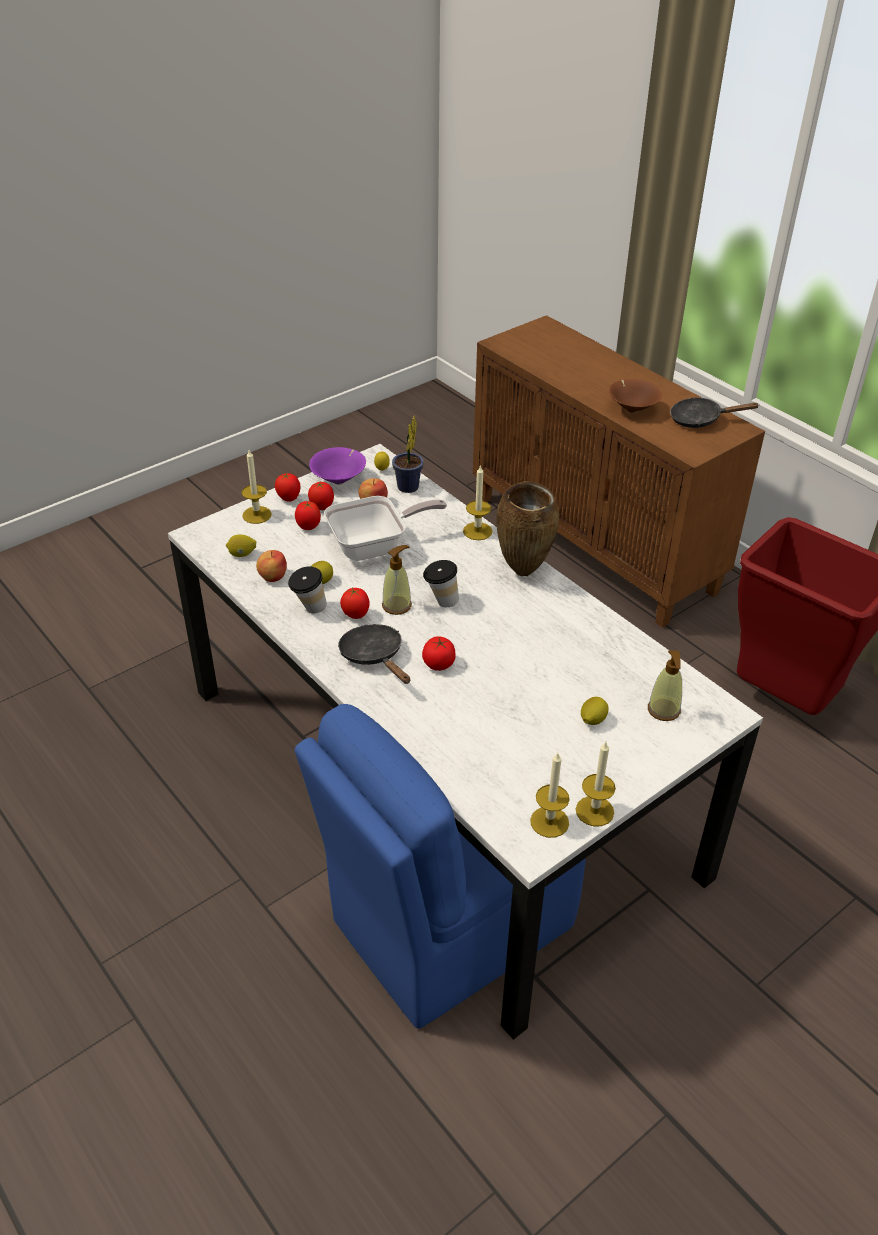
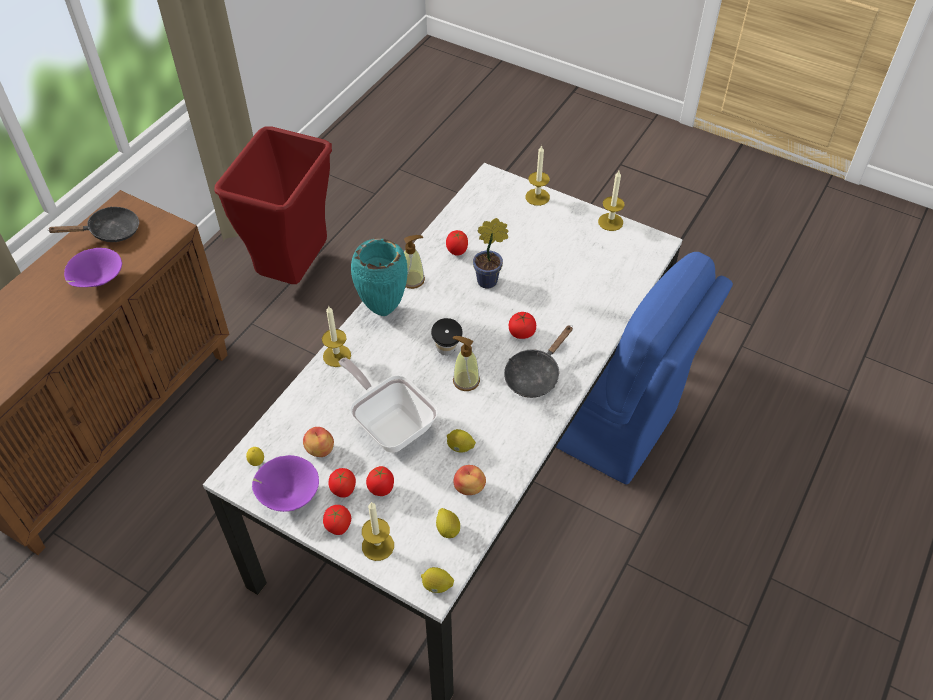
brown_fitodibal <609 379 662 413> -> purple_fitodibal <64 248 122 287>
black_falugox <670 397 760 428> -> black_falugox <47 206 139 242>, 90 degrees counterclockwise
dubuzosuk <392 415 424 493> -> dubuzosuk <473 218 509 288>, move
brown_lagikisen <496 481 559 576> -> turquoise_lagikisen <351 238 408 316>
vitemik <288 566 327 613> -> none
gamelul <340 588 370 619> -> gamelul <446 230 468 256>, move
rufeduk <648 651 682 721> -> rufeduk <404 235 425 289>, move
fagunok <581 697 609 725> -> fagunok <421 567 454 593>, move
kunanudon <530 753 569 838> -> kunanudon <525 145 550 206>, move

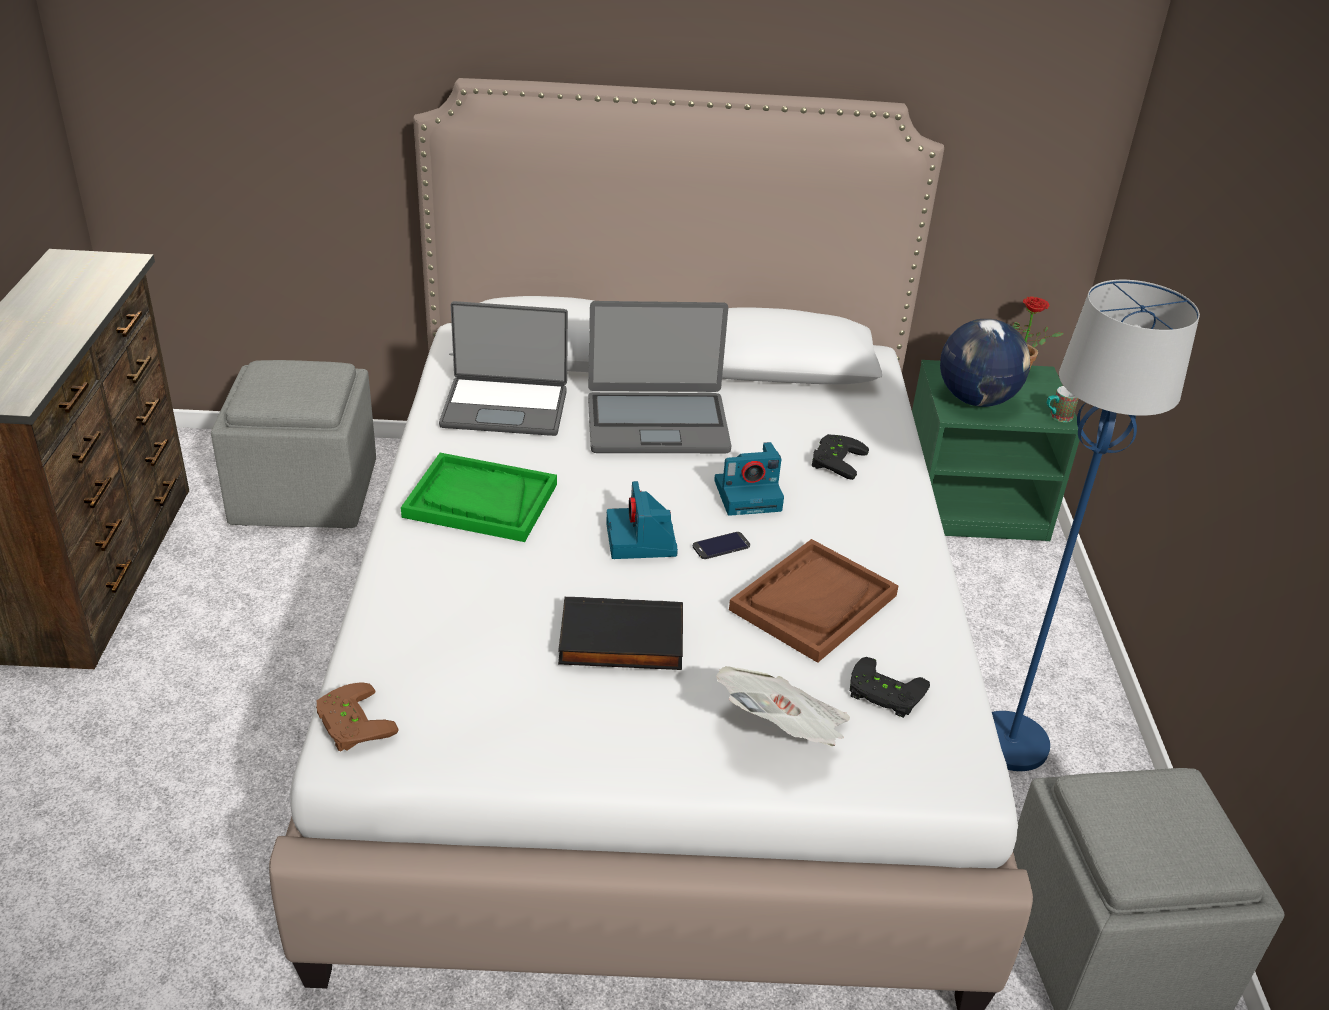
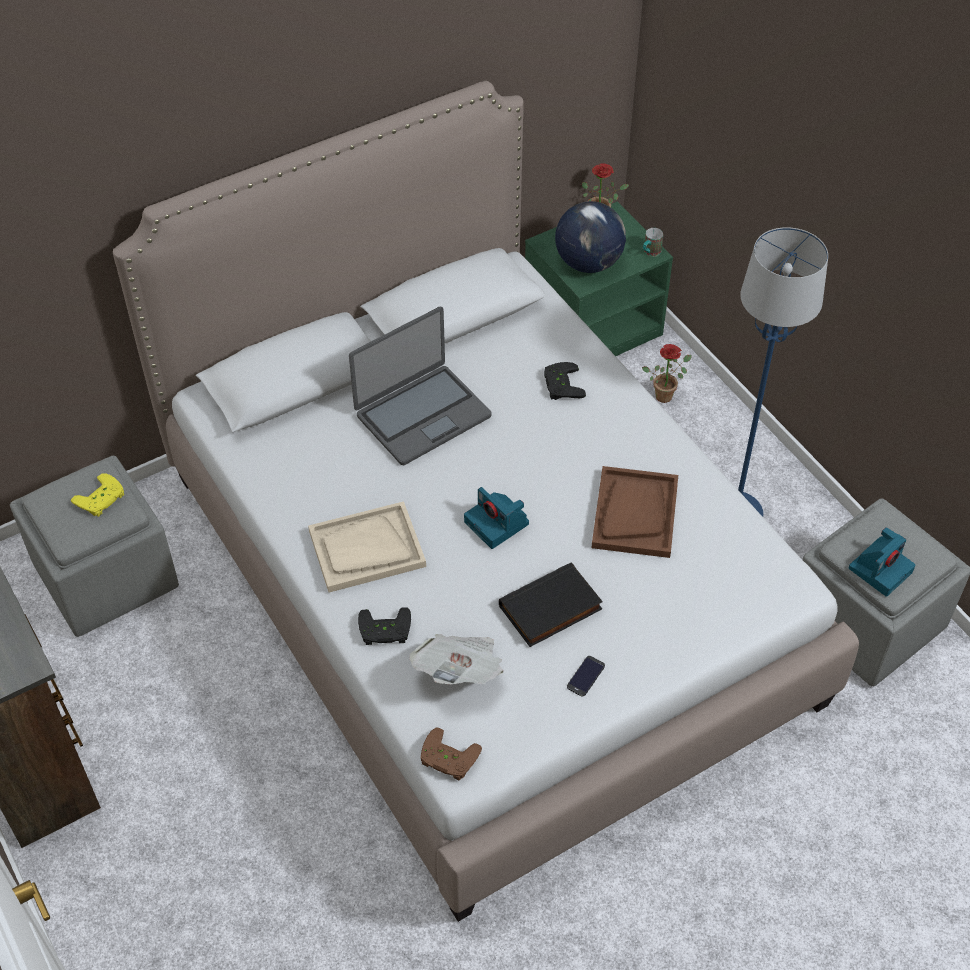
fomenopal <439 301 568 436> -> none
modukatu <714 442 784 516> -> modukatu <848 527 916 597>, move
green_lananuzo <401 453 557 542> -> beige_lananuzo <308 501 426 593>
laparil <693 532 750 559> -> laparil <567 656 605 696>, move
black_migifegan <850 657 930 718> -> black_migifegan <358 607 411 645>, move
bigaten <716 666 850 746> -> bigaten <410 634 503 684>, move
none -> dubuzosuk <642 344 691 403>
none -> yellow_migifegan <71 473 124 517>

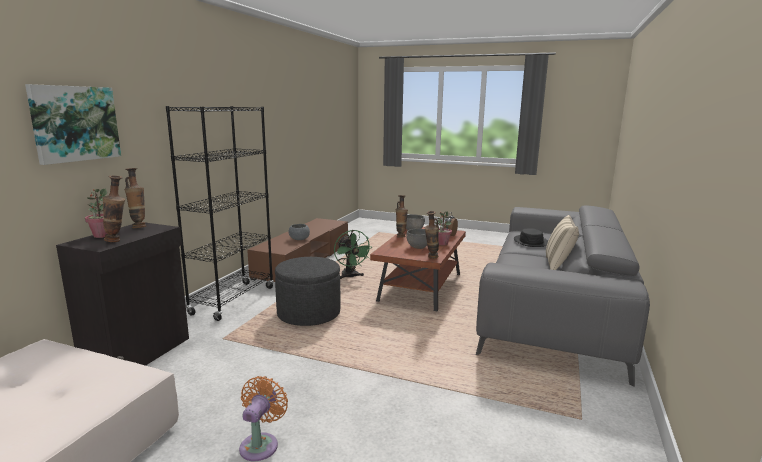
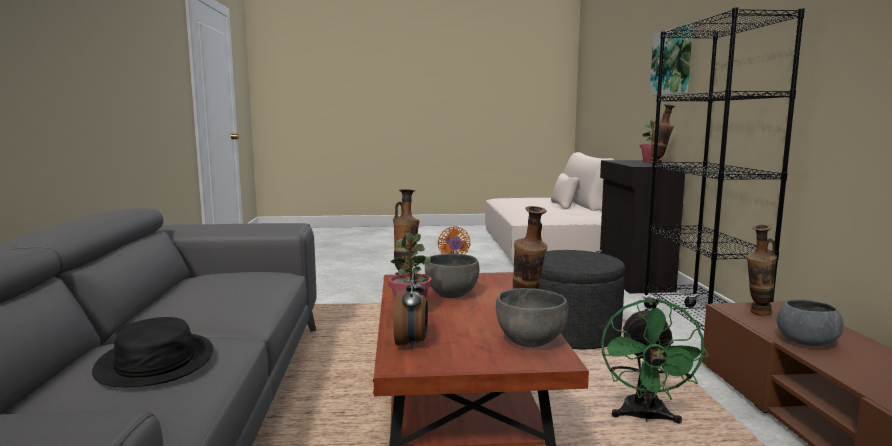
lagikisen <103 176 125 242> -> lagikisen <746 225 777 316>, move
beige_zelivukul <546 215 579 270> -> none
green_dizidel <334 230 371 279> -> green_dizidel <601 299 709 424>, 120 degrees counterclockwise

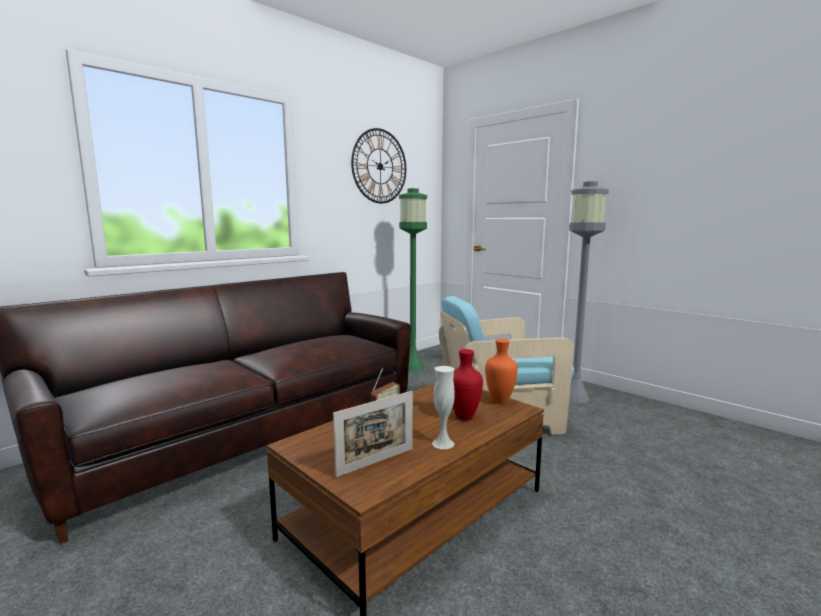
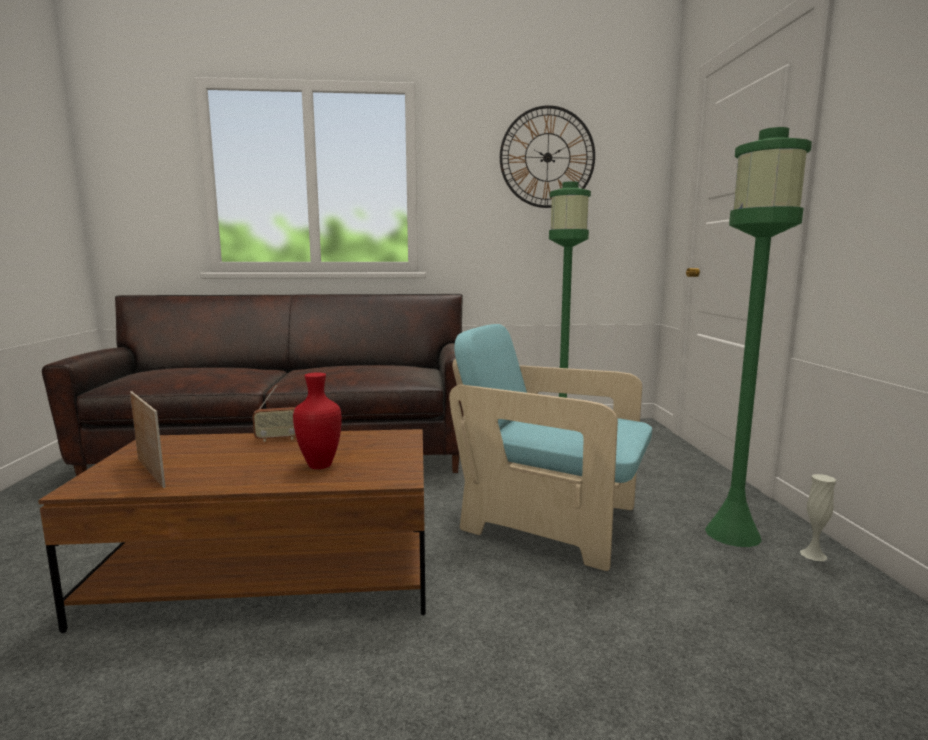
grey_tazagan <569 181 609 403> -> green_tazagan <705 127 812 547>
orange_lagikisen <485 339 518 404> -> none
white_lagikisen <432 366 455 449> -> white_lagikisen <800 474 836 561>, move
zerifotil <333 391 413 477> -> zerifotil <130 391 165 488>, 135 degrees counterclockwise

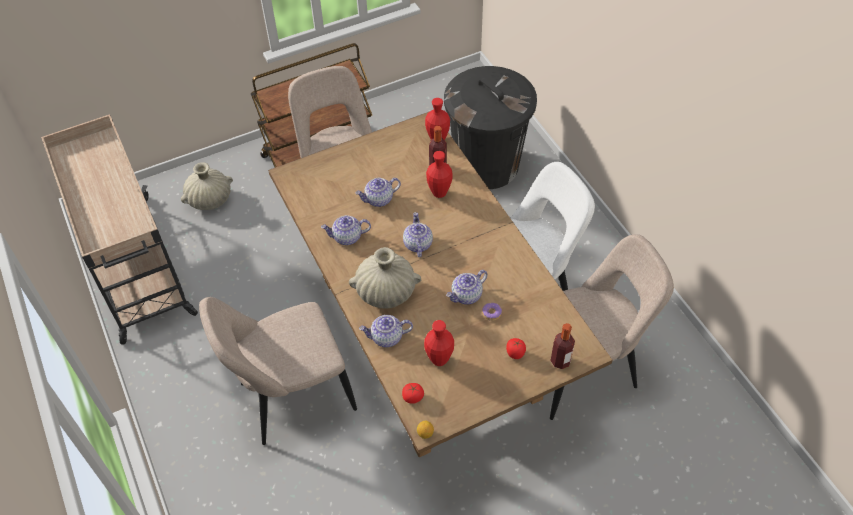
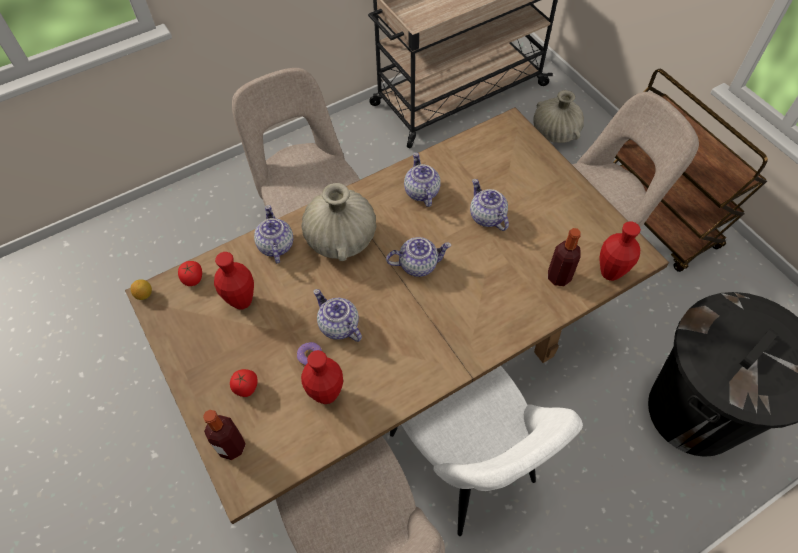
red_lagikisen <426 151 453 198> -> red_lagikisen <301 350 343 404>, move

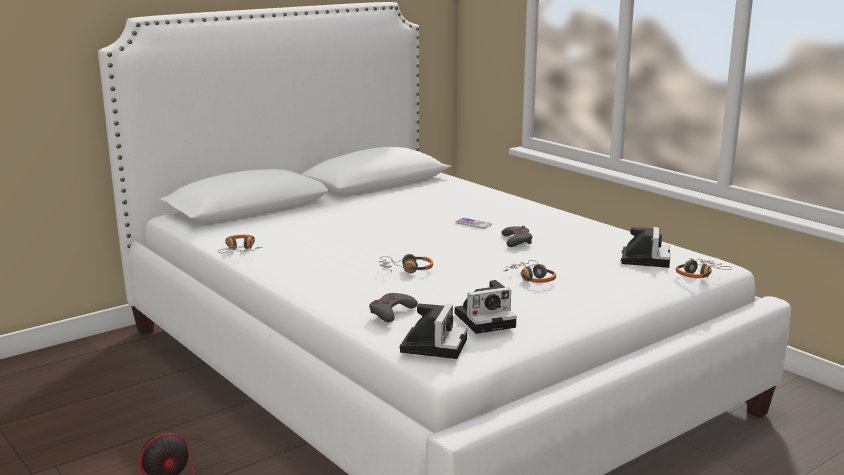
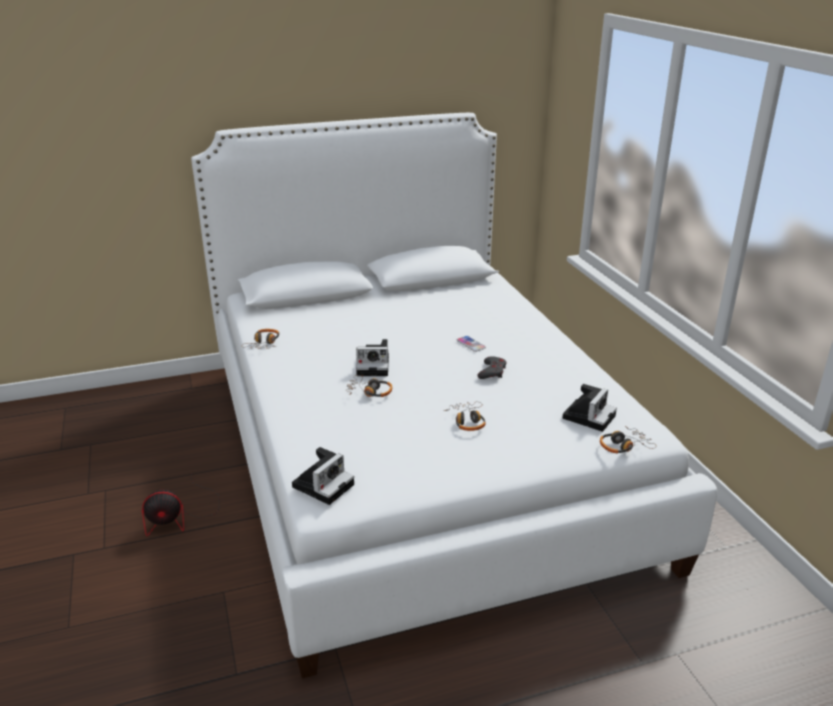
modukatu <455 280 517 334> -> modukatu <356 339 389 376>, move
grey_migifegan <369 293 418 322> -> none

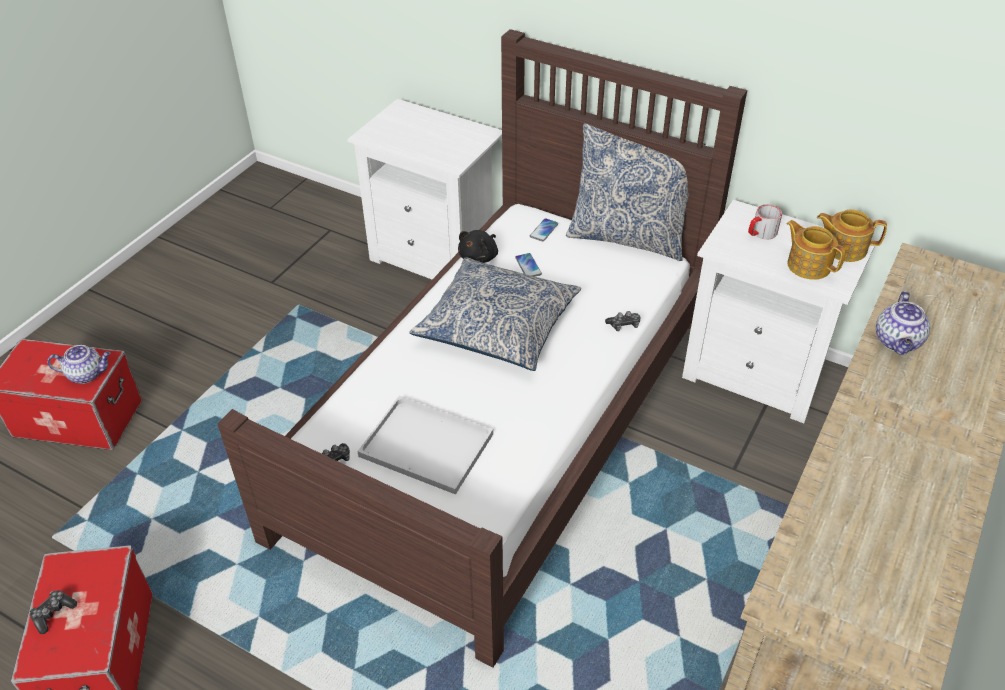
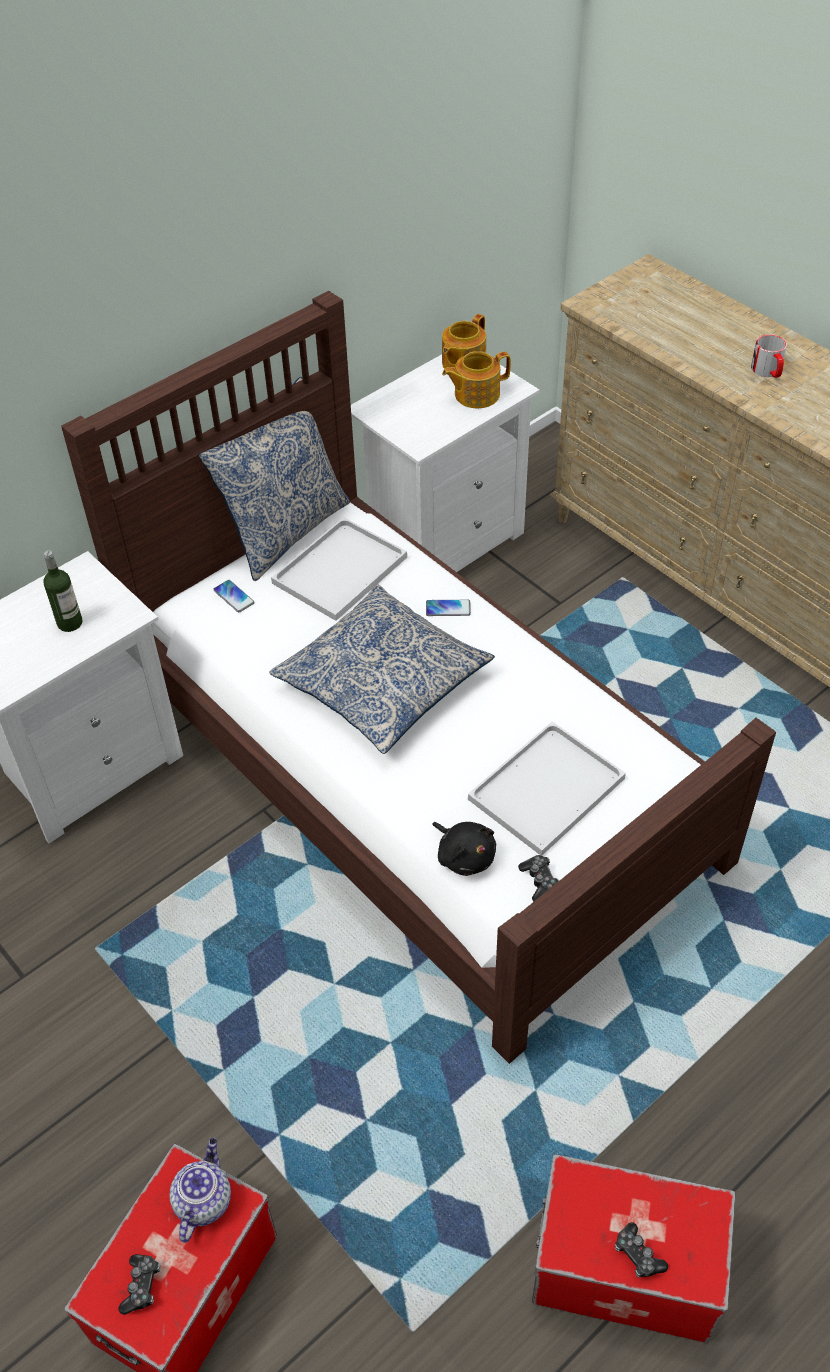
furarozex <748 205 782 240> -> furarozex <751 334 787 378>, move
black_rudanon <458 230 498 263> -> black_rudanon <432 822 496 876>, move
laparil <515 253 542 277> -> laparil <426 600 471 616>, move
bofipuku <876 291 930 355> -> none
migifegan <605 311 640 331> -> migifegan <119 1254 160 1315>, move
none -> white_lananuzo <271 517 407 621>
none -> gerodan <43 550 82 632>

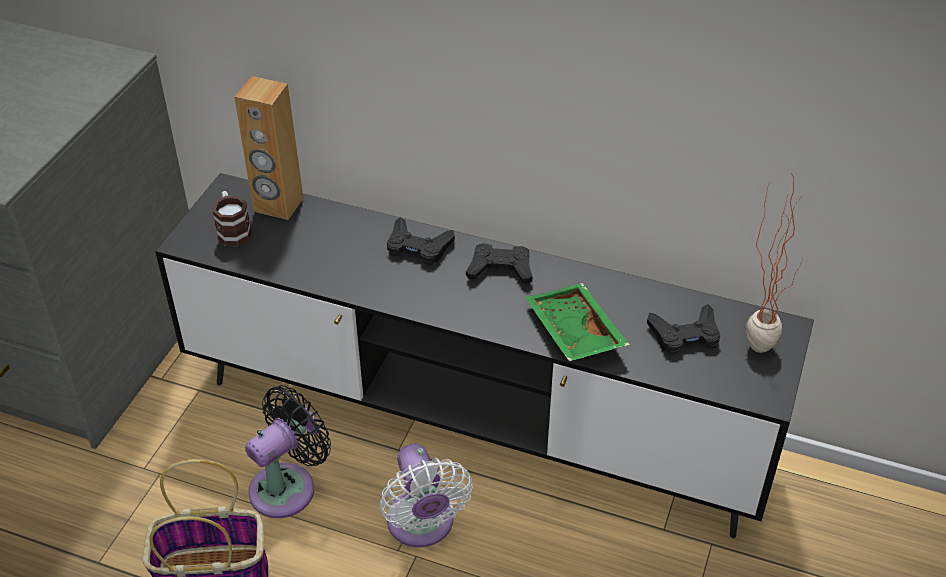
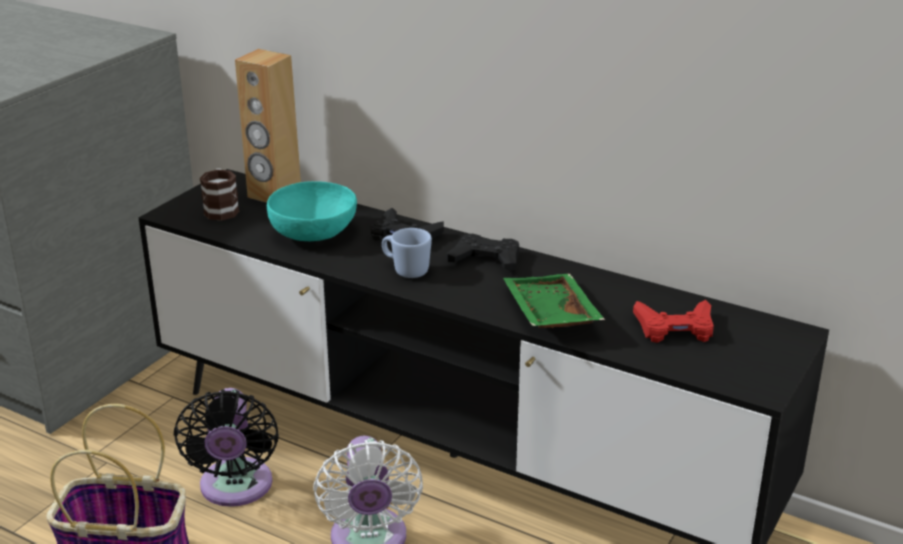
dubuzosuk <746 175 803 353> -> none
black_migifegan <647 304 720 355> -> red_migifegan <633 300 714 343>
black_dizidel <245 386 331 518> -> black_dizidel <174 388 279 507>, 120 degrees clockwise
none -> turquoise_fitodibal <267 181 357 241>
none -> blue_furarozex <382 228 432 278>

